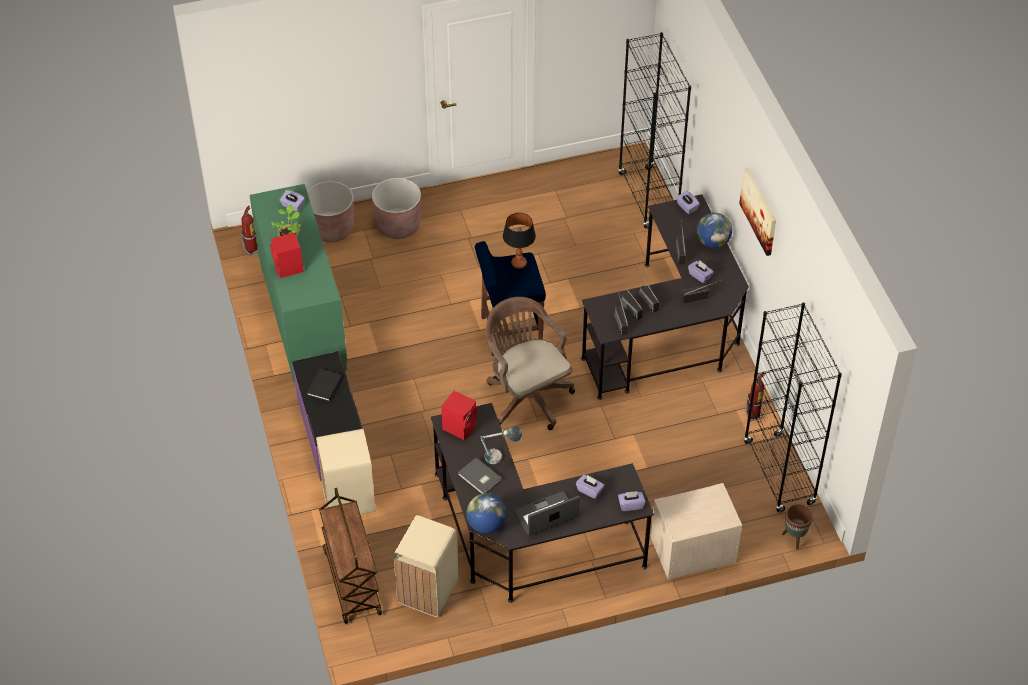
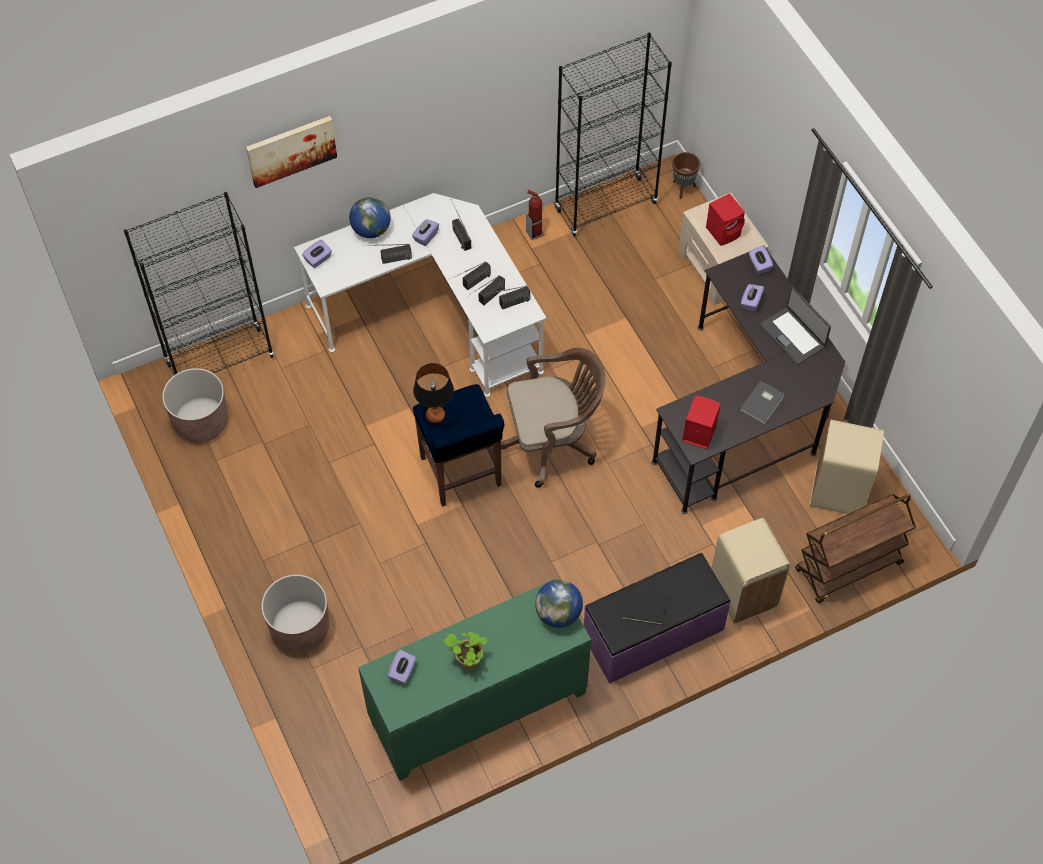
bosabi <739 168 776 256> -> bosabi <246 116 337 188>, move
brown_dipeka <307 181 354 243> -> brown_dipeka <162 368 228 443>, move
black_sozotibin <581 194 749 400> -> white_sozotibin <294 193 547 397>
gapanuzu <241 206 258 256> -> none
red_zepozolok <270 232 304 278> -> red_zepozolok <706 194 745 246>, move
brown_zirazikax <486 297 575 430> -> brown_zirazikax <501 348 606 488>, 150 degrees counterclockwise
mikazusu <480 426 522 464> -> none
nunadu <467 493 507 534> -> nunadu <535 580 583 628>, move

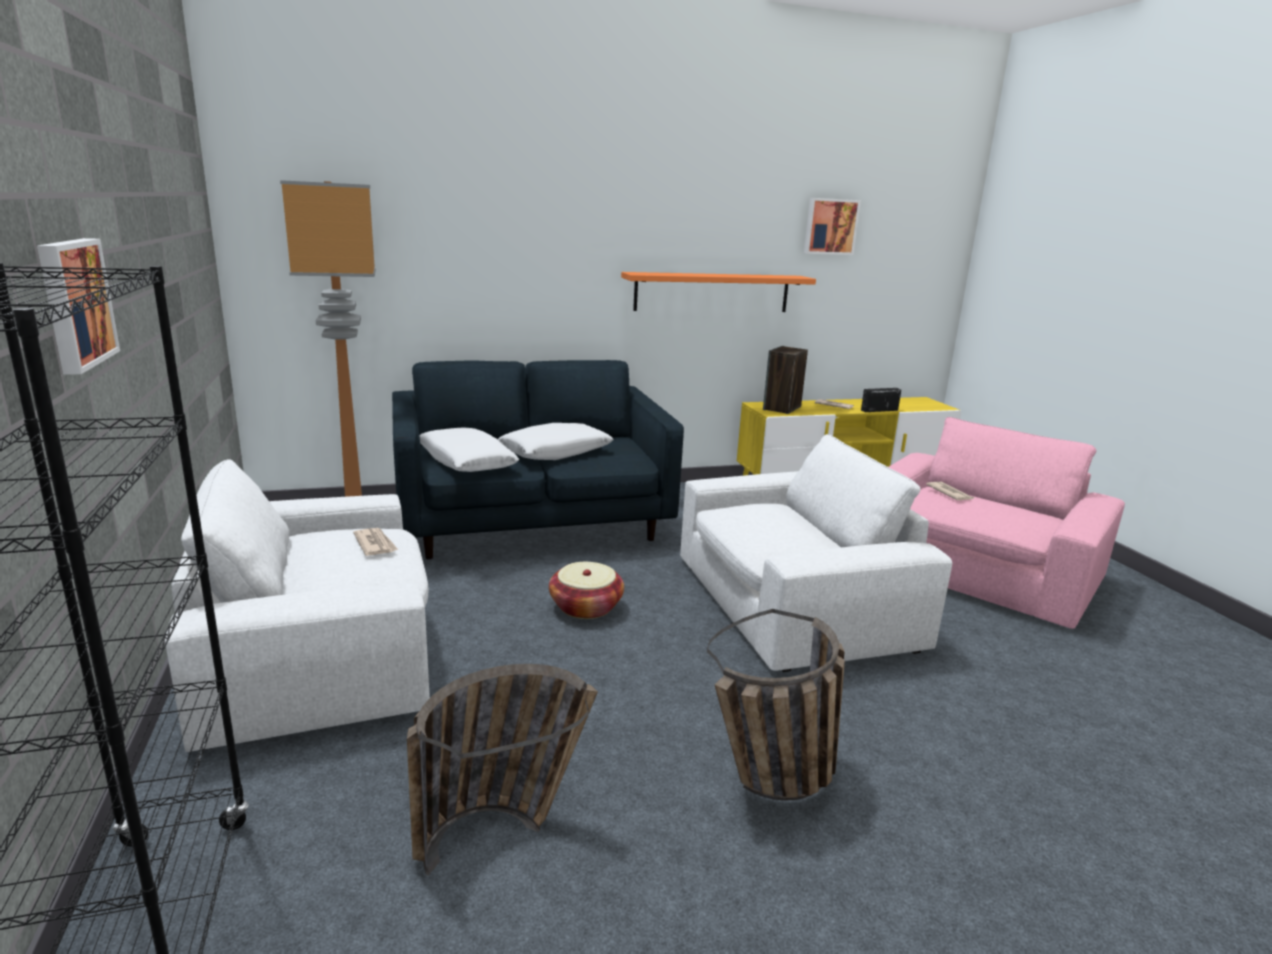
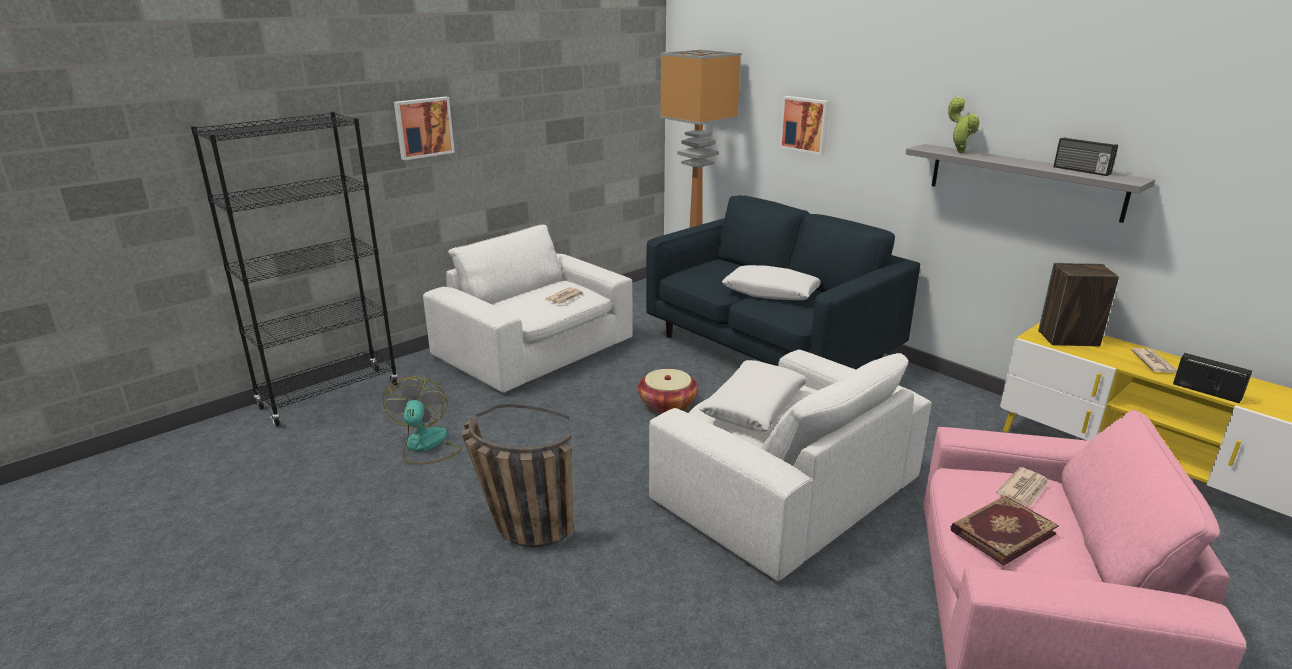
bosabi <804 198 861 255> -> bosabi <779 96 830 155>, move
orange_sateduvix <621 272 816 312> -> grey_sateduvix <906 144 1155 223>
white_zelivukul <419 427 519 472> -> white_zelivukul <699 360 808 432>, move
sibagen <407 664 598 875> -> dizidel <383 377 462 465>
none -> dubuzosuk <948 97 979 153>
none -> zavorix <1054 137 1118 176>
none -> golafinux <951 496 1059 565>

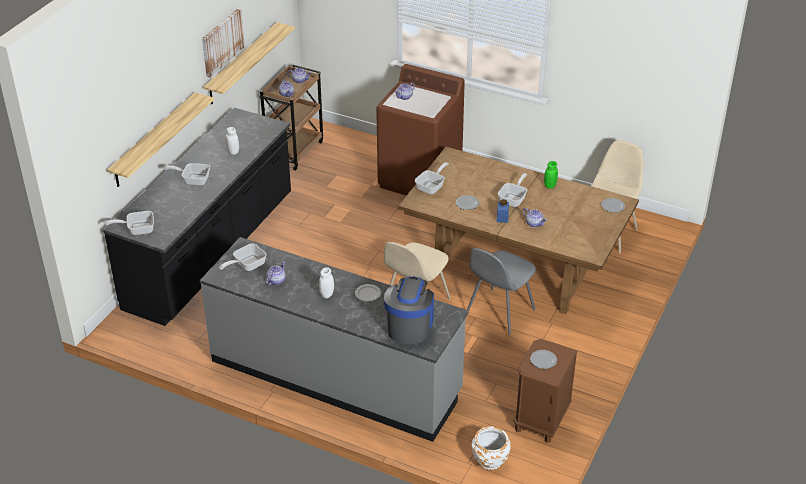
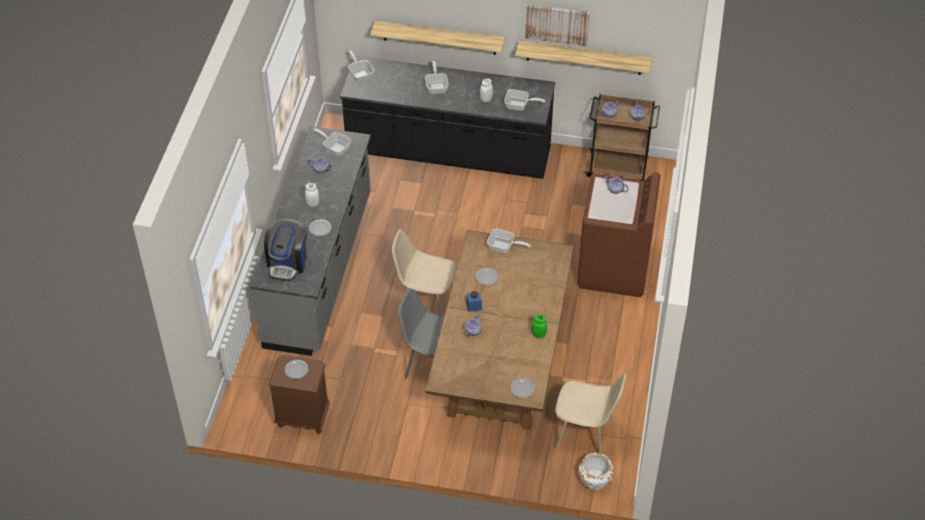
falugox <498 173 527 207> -> falugox <504 89 545 111>, move
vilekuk <384 276 434 344> -> vilekuk <264 219 307 281>, 105 degrees clockwise
white_dipeka <471 426 511 470> -> white_dipeka <578 453 613 490>, move

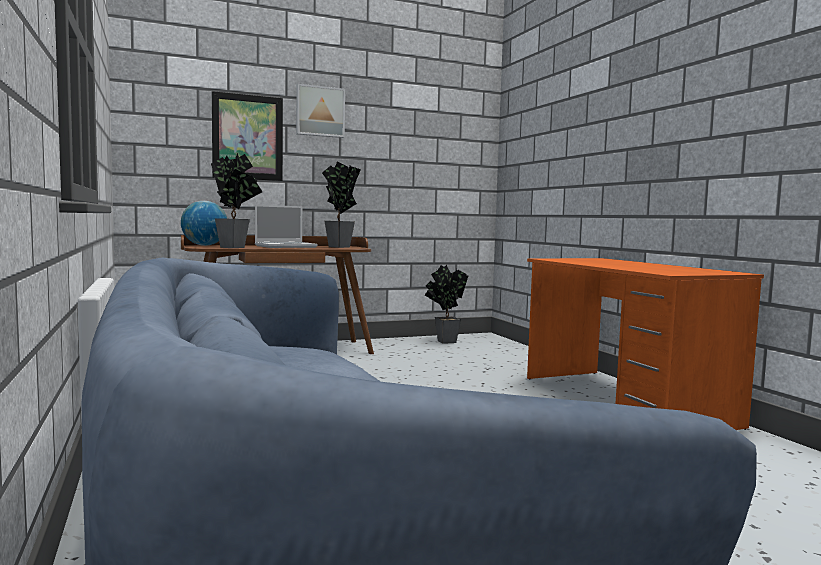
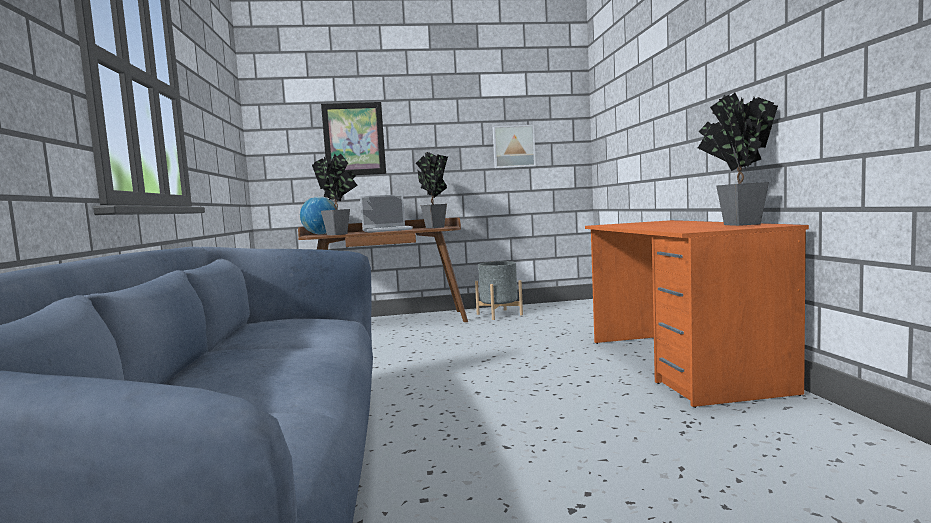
bosabi <296 84 345 138> -> bosabi <493 125 536 168>, move
dubuzosuk <425 265 468 344> -> dubuzosuk <698 93 778 226>, move
none -> grey_dipeka <475 261 523 320>

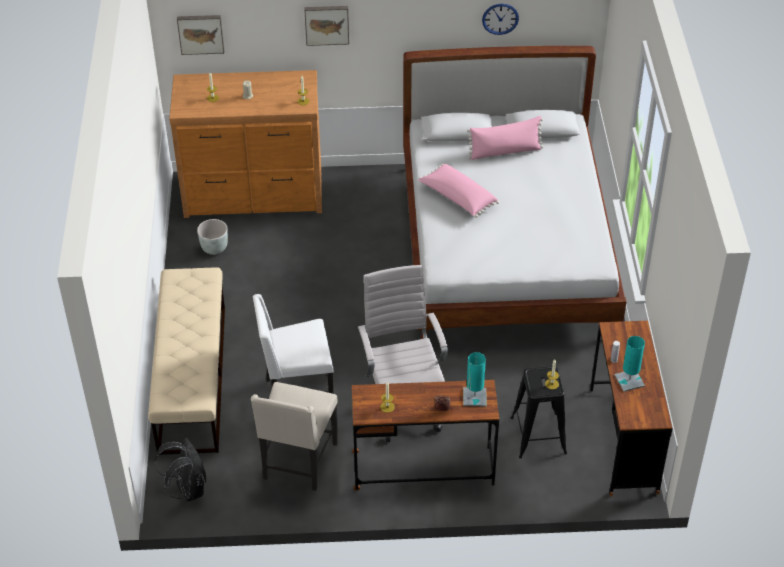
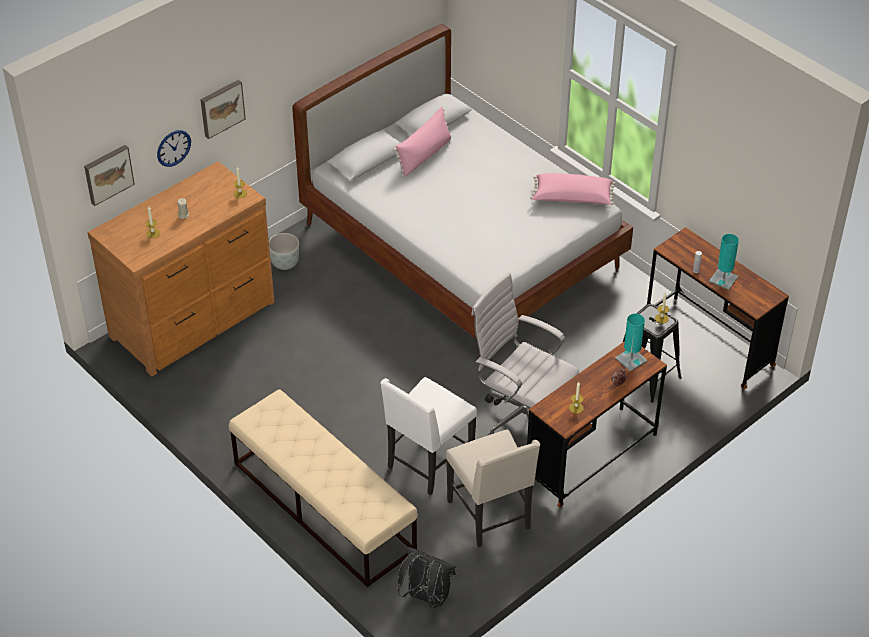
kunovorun <482 4 519 35> -> kunovorun <157 130 191 167>, move
pink_zelivukul <418 164 499 218> -> pink_zelivukul <530 173 616 205>, move
grey_dipeka <197 219 228 255> -> grey_dipeka <269 233 299 270>, move

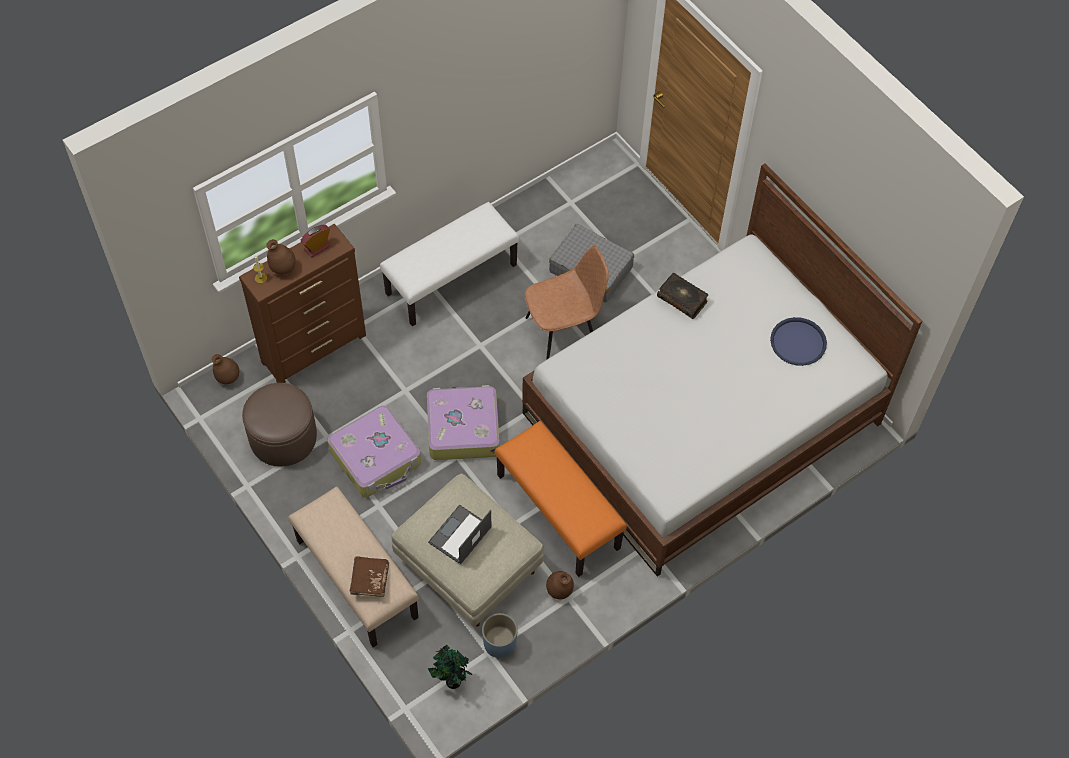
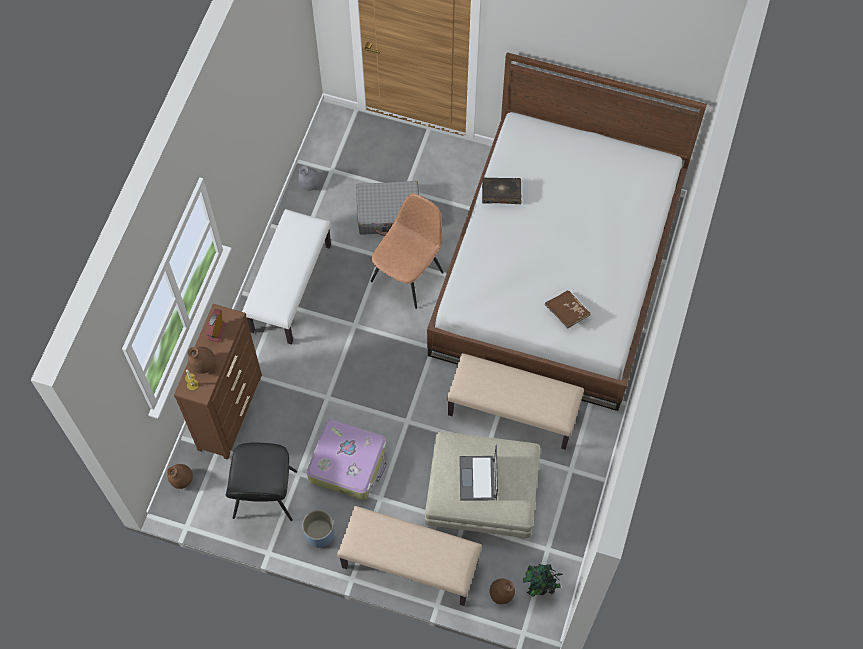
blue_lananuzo <770 317 827 366> -> none
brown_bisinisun <242 383 317 466> -> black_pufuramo <226 443 297 521>
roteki <427 385 500 460> -> none
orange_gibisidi <495 421 627 577> -> beige_gibisidi <446 353 584 450>
brown_golafinux <350 556 389 597> -> brown_golafinux <545 291 591 328>, move
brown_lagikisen <546 571 574 599> -> brown_lagikisen <489 579 515 605>, move
blue_dipeka <482 613 517 658> -> blue_dipeka <302 510 334 548>, move
none -> grey_lagikisen <298 166 320 191>

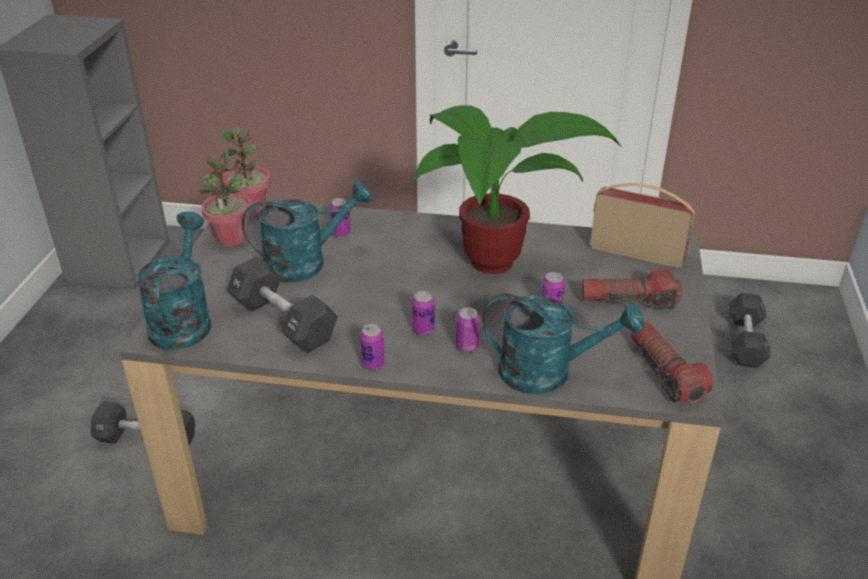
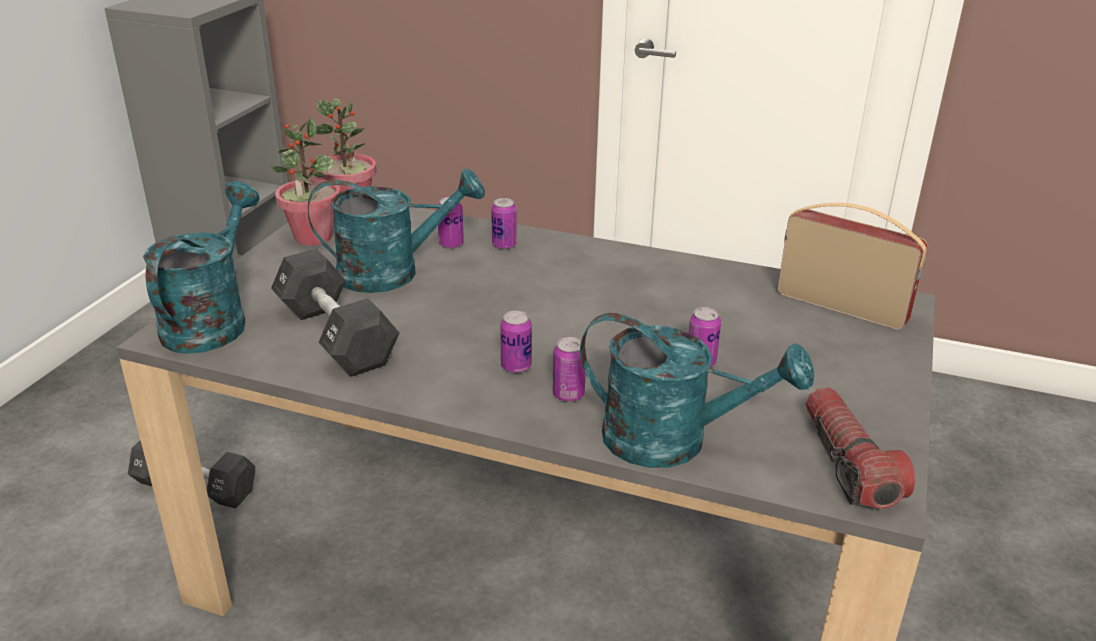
dubuzosuk <414 105 622 274> -> none
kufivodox <582 269 682 310> -> none
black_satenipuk <729 293 771 368> -> none
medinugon <360 324 385 370> -> medinugon <491 198 517 250>, move

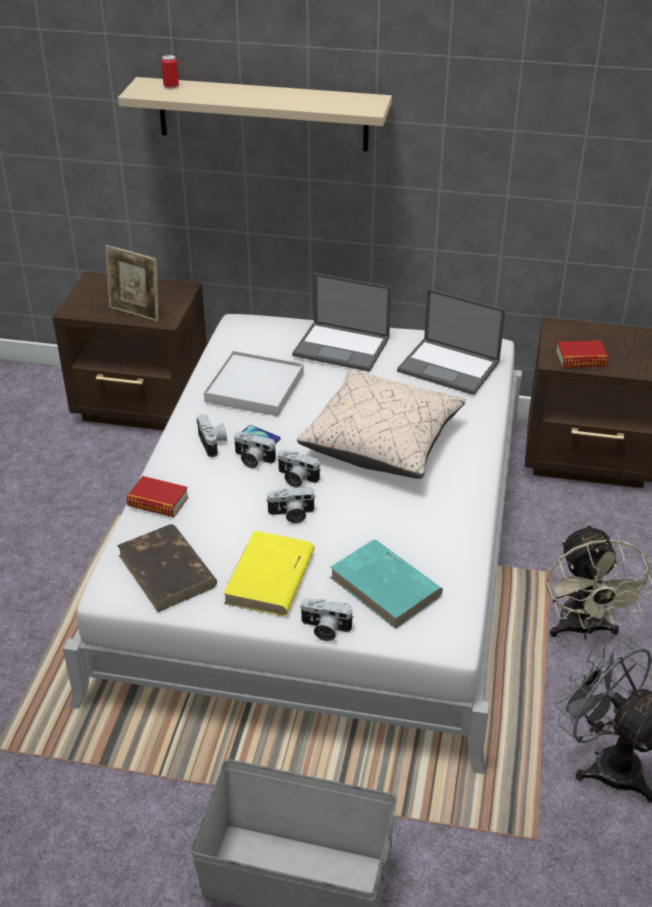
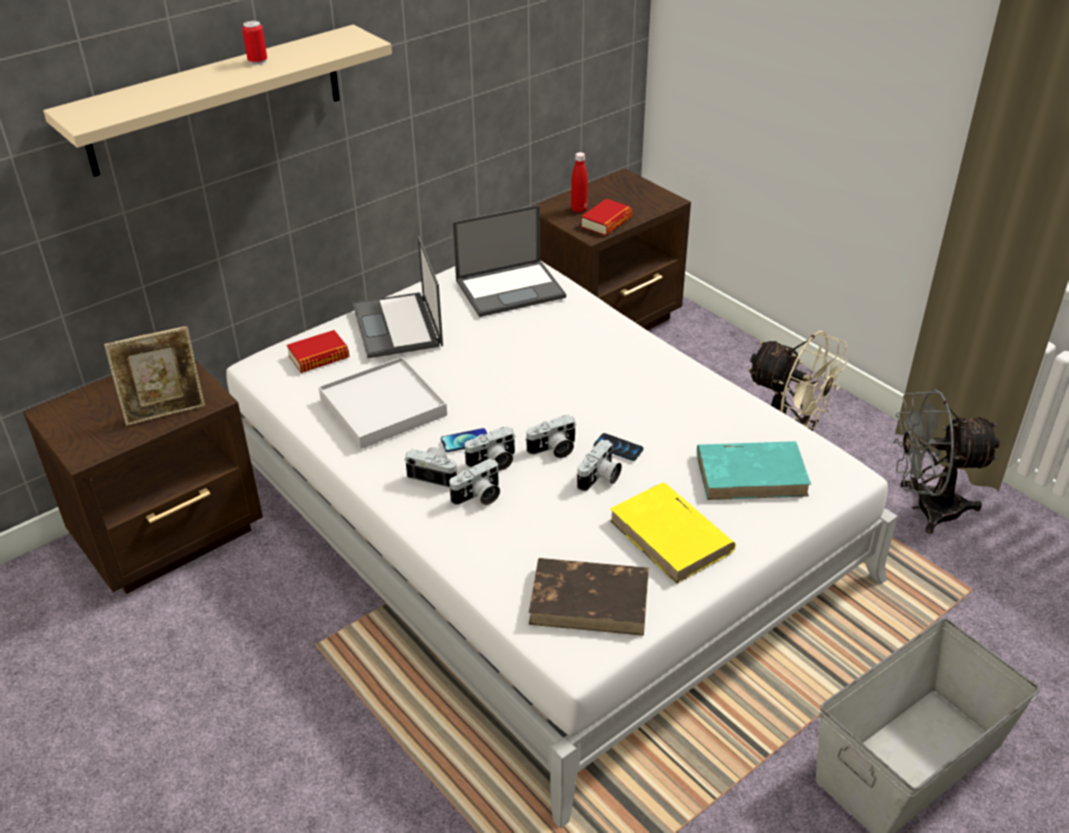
medinugon <161 55 179 90> -> medinugon <242 21 267 65>, move
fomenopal <292 273 391 372> -> fomenopal <353 236 443 358>, 105 degrees clockwise
beige_zelivukul <297 369 466 479> -> none
golafinux <126 476 188 517> -> golafinux <287 330 350 373>, move
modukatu <300 598 354 641> -> modukatu <449 459 500 505>, move
none -> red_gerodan <571 152 588 213>
none -> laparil <594 433 643 461>

